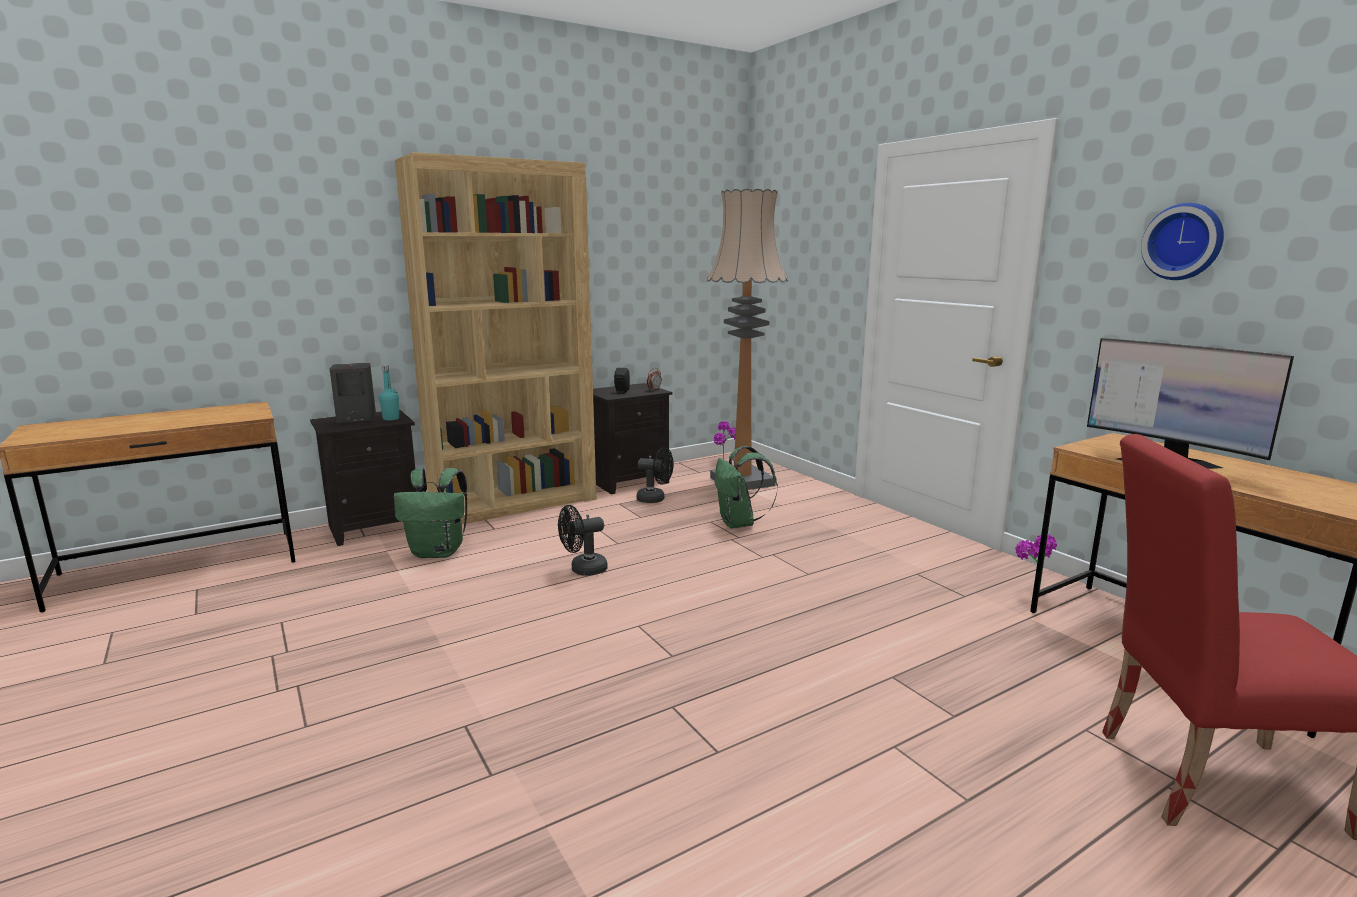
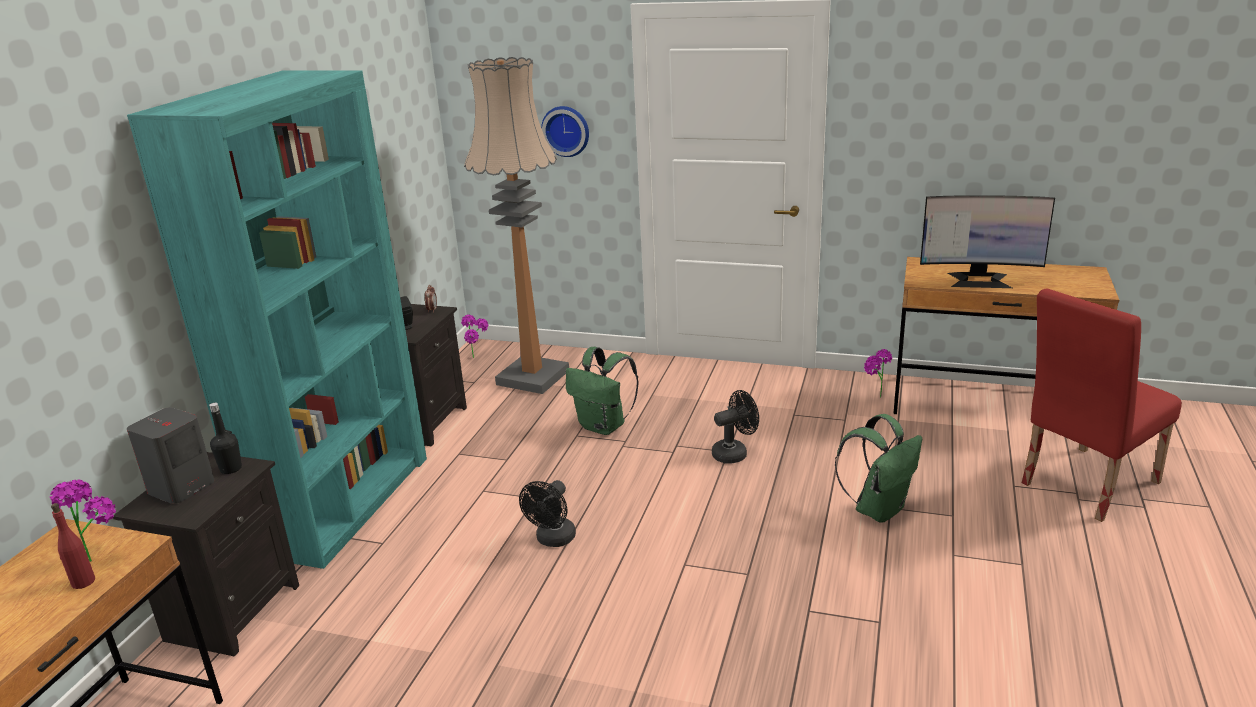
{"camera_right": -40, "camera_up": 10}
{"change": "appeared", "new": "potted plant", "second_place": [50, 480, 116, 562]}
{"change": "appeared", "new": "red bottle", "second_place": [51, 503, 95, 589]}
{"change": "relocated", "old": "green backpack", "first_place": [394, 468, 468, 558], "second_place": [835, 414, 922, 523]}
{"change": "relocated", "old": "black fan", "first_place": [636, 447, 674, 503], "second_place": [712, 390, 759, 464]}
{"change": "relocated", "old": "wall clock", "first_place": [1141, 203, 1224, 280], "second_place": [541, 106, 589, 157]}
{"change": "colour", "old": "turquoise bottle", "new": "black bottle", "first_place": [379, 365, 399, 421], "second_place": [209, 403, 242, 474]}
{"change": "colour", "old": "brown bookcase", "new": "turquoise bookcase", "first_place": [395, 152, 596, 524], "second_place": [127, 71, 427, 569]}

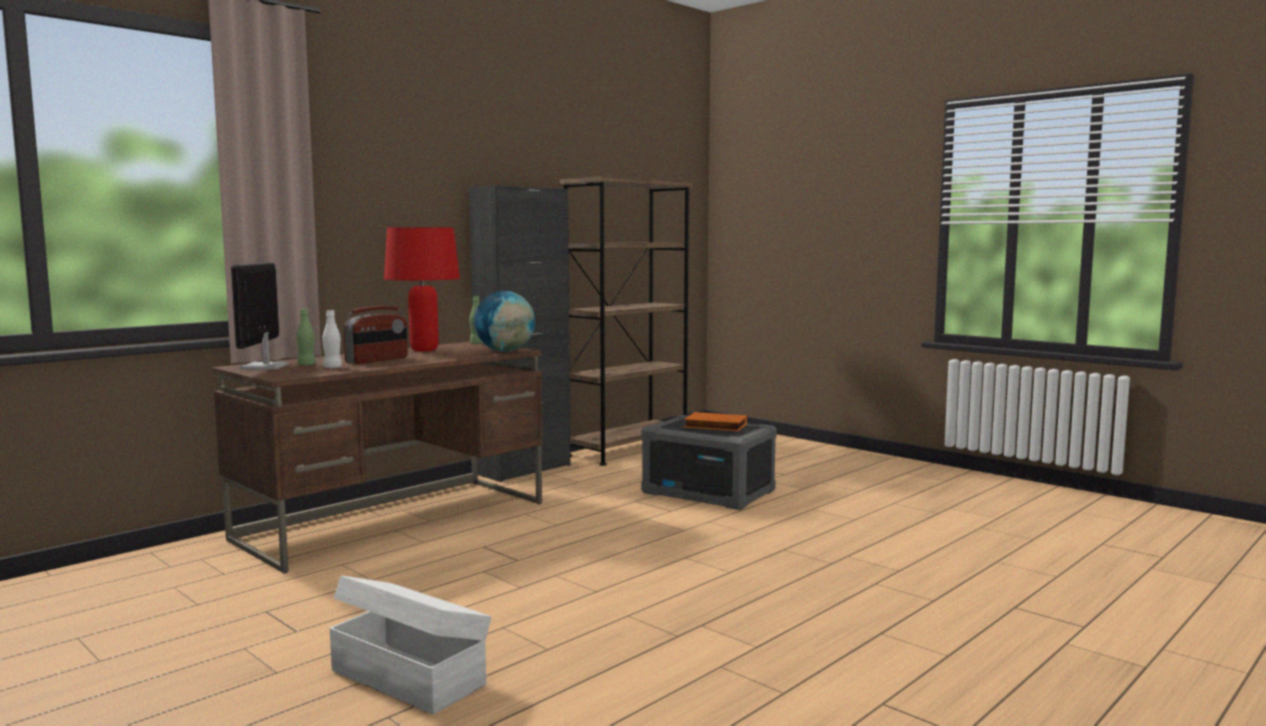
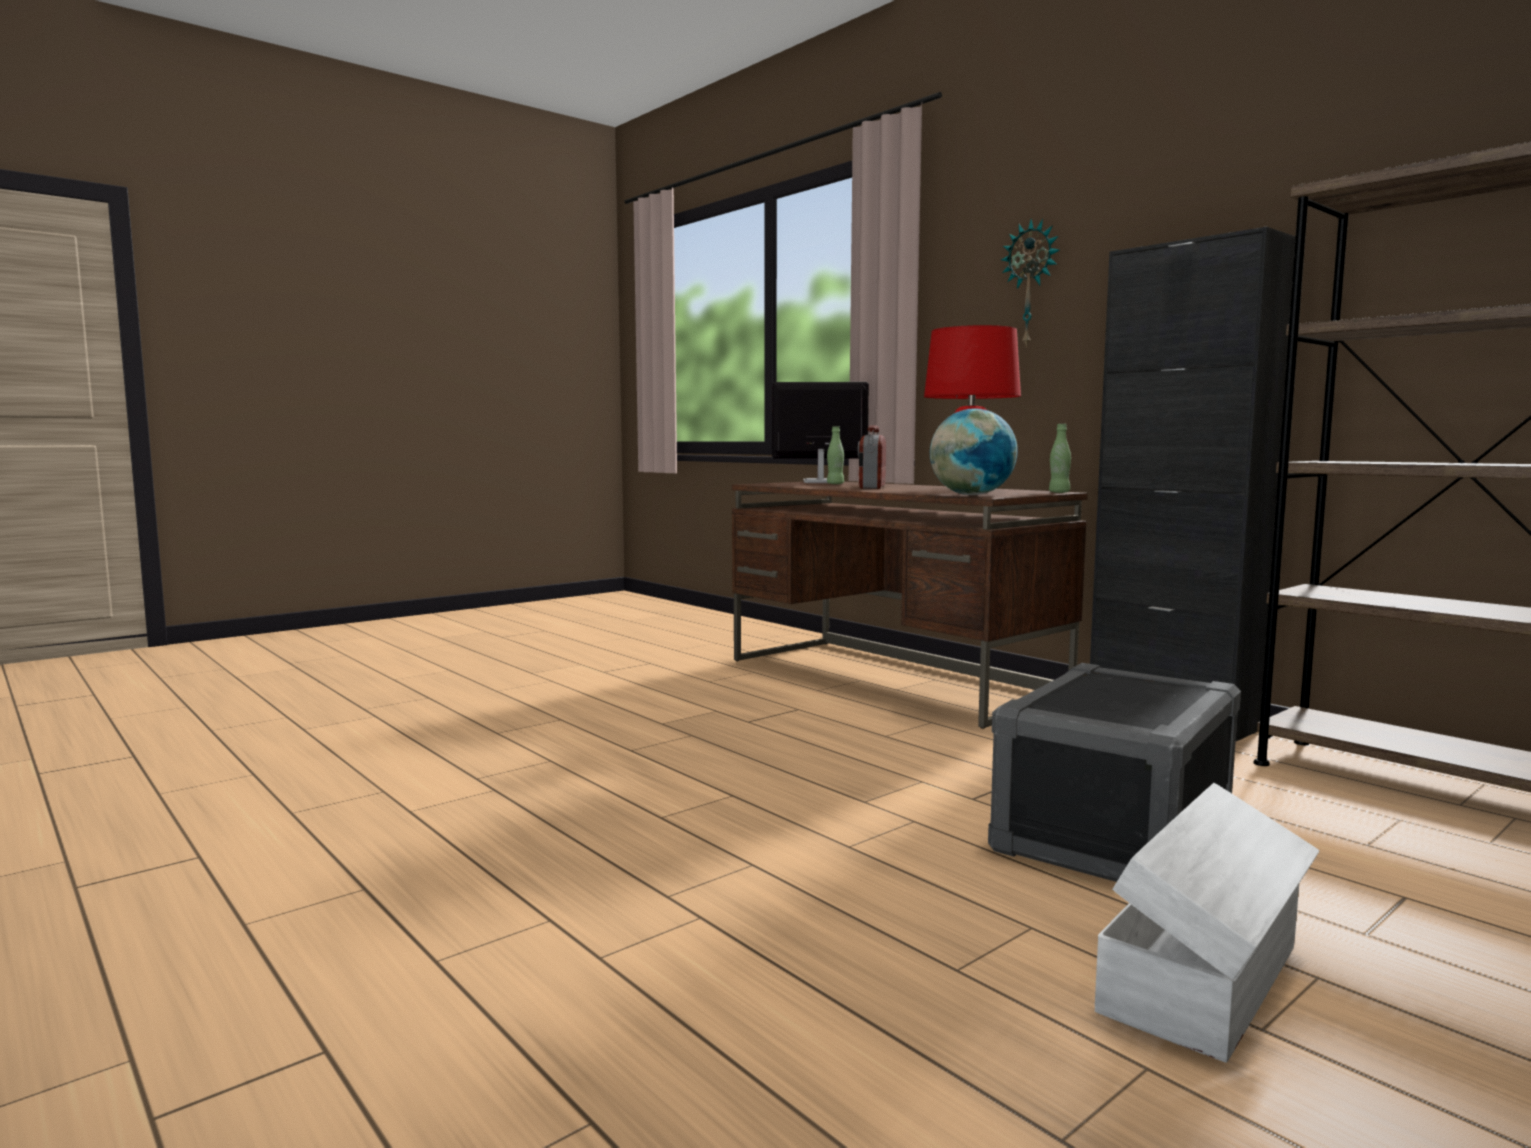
{"camera_right": 95, "camera_up": 0}
{"change": "missing", "old": "white bottle", "first_place": [323, 310, 342, 368]}
{"change": "missing", "old": "orange book", "first_place": [684, 412, 747, 431]}
{"change": "appeared", "new": "wall clock", "second_place": [1001, 219, 1060, 348]}
{"change": "relocated", "old": "white storage box", "first_place": [330, 576, 491, 714], "second_place": [1095, 783, 1320, 1063]}
{"change": "spun", "old": "radio", "first_place": [343, 306, 408, 364], "second_place": [858, 425, 886, 489], "degrees": 60}

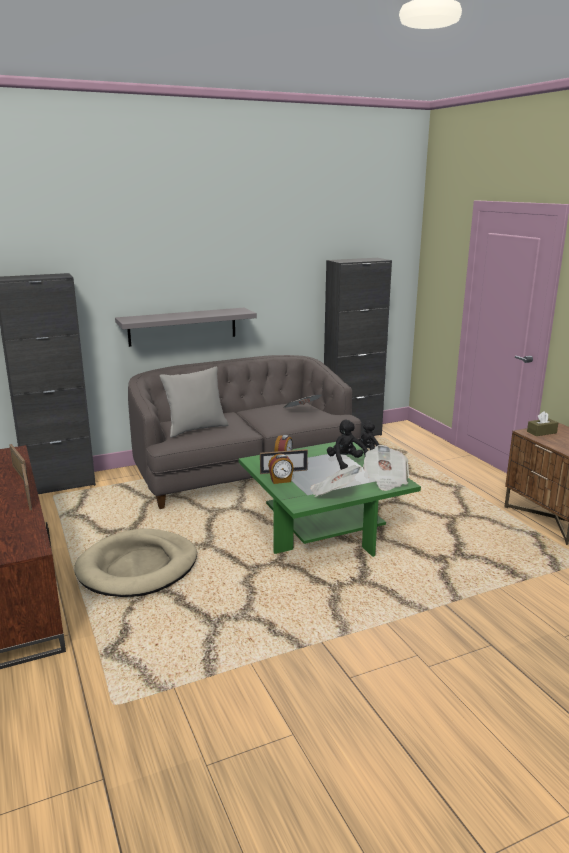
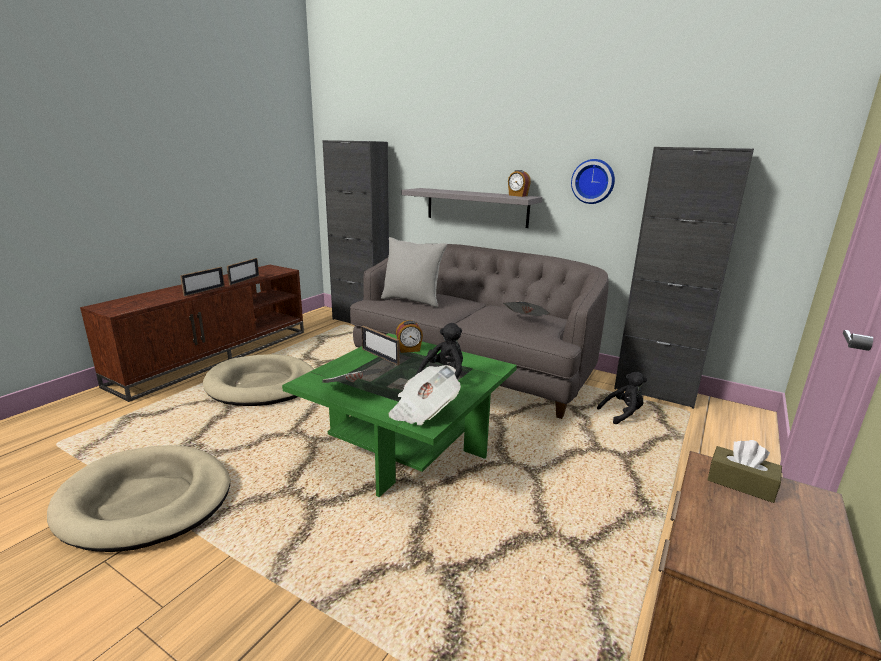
{"camera_right": 55, "camera_up": 0}
{"change": "appeared", "new": "beige dog bed", "second_place": [47, 445, 230, 552]}
{"change": "appeared", "new": "wall clock", "second_place": [571, 159, 615, 204]}
{"change": "relocated", "old": "alarm clock", "first_place": [268, 454, 294, 484], "second_place": [508, 170, 531, 197]}

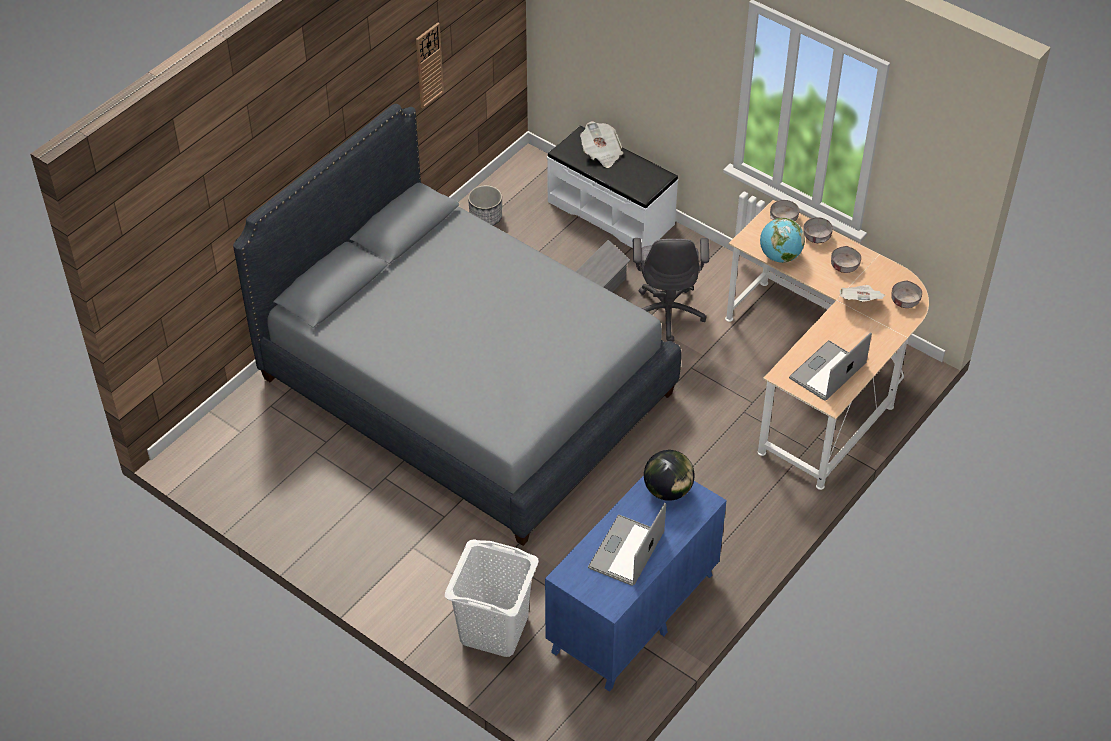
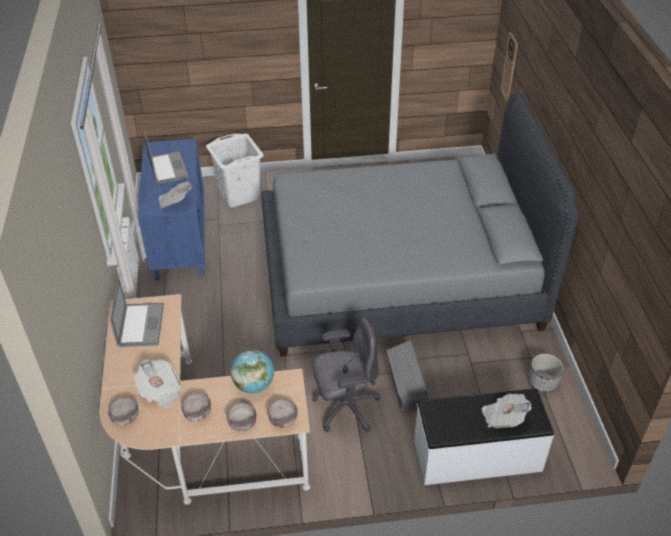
{"camera_right": 135, "camera_up": -5}
{"change": "relocated", "old": "wall clock", "first_place": [416, 23, 444, 109], "second_place": [501, 32, 518, 101]}
{"change": "exchanged", "old": "globe", "new": "newspaper", "first_place": [644, 450, 695, 501], "second_place": [159, 181, 191, 209]}
{"change": "spun", "old": "grey office chair", "first_place": [633, 238, 709, 342], "second_place": [312, 318, 380, 432], "degrees": 120}

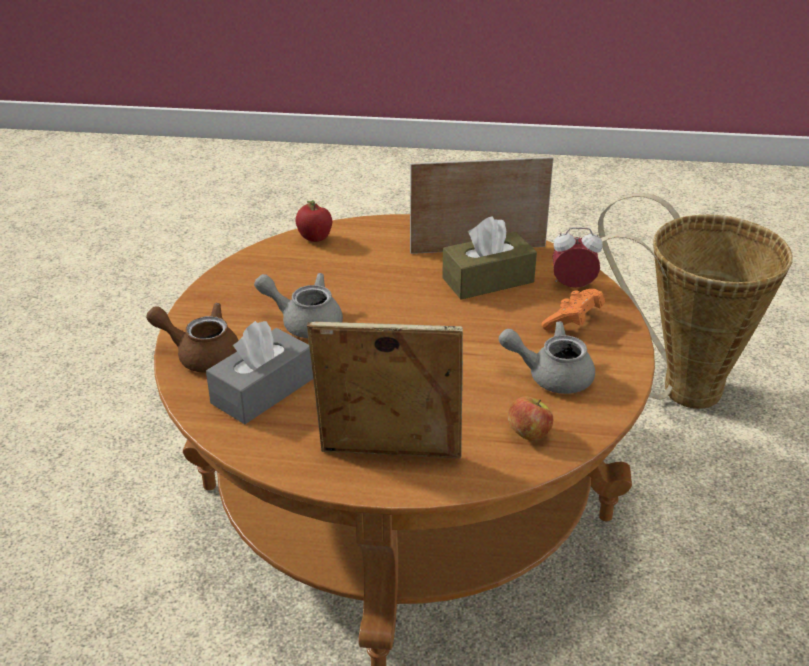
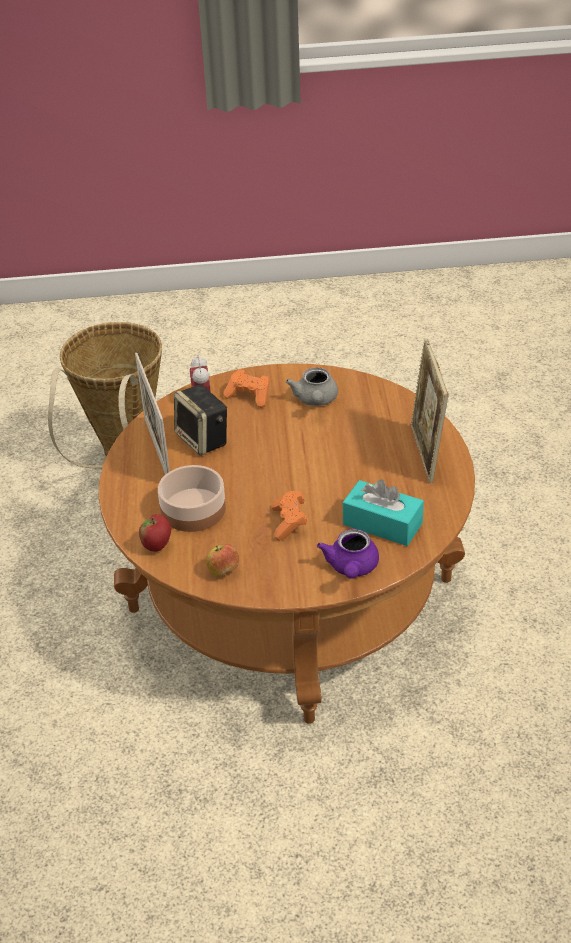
{"camera_right": -100, "camera_up": 5}
{"change": "appeared", "new": "bowl", "second_place": [158, 465, 226, 532]}
{"change": "relocated", "old": "apple", "first_place": [508, 396, 553, 441], "second_place": [206, 544, 239, 576]}
{"change": "exchanged", "old": "grey teapot", "new": "orange game controller", "first_place": [254, 273, 343, 338], "second_place": [271, 491, 307, 540]}
{"change": "exchanged", "old": "brown tissue box", "new": "speaker", "first_place": [442, 216, 537, 300], "second_place": [174, 384, 227, 456]}
{"change": "colour", "old": "brown teapot", "new": "purple teapot", "first_place": [146, 303, 239, 373], "second_place": [317, 529, 379, 579]}
{"change": "colour", "old": "grey tissue box", "new": "turquoise tissue box", "first_place": [206, 321, 313, 424], "second_place": [343, 479, 424, 546]}

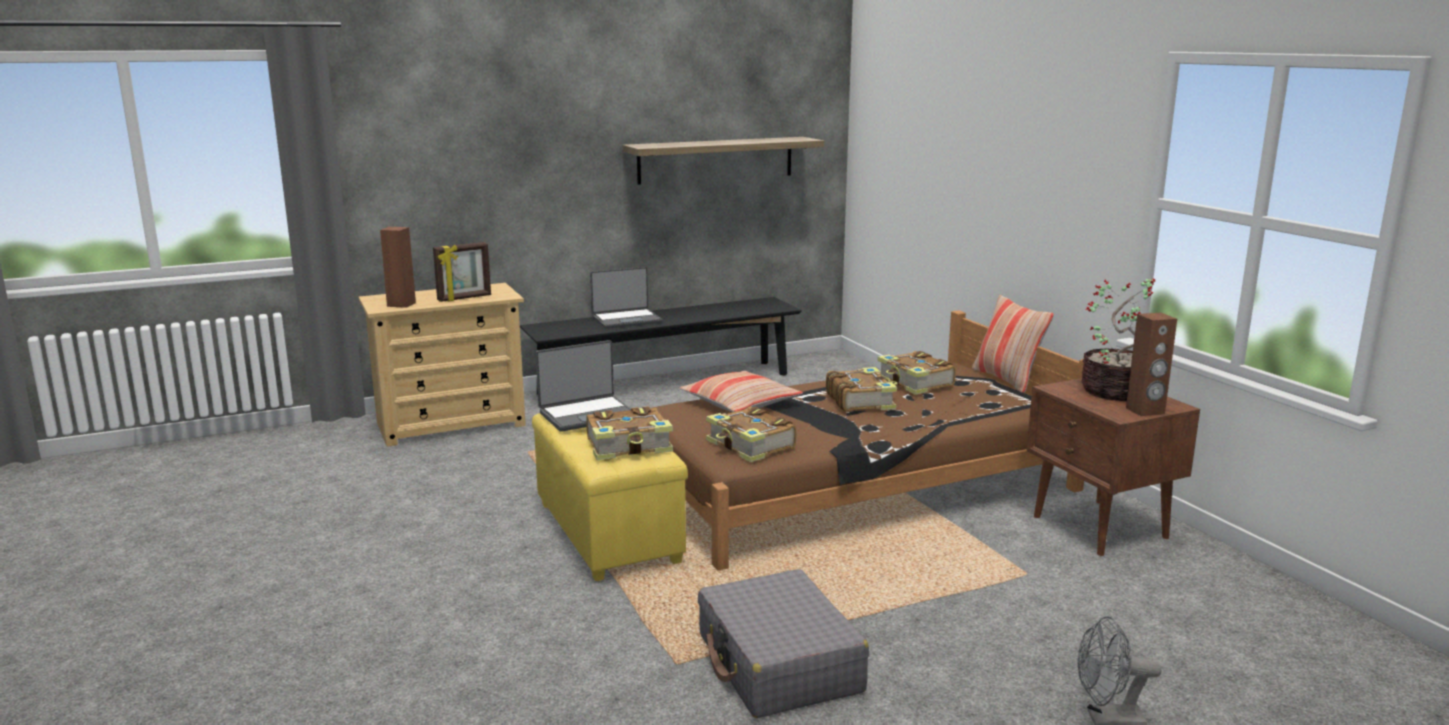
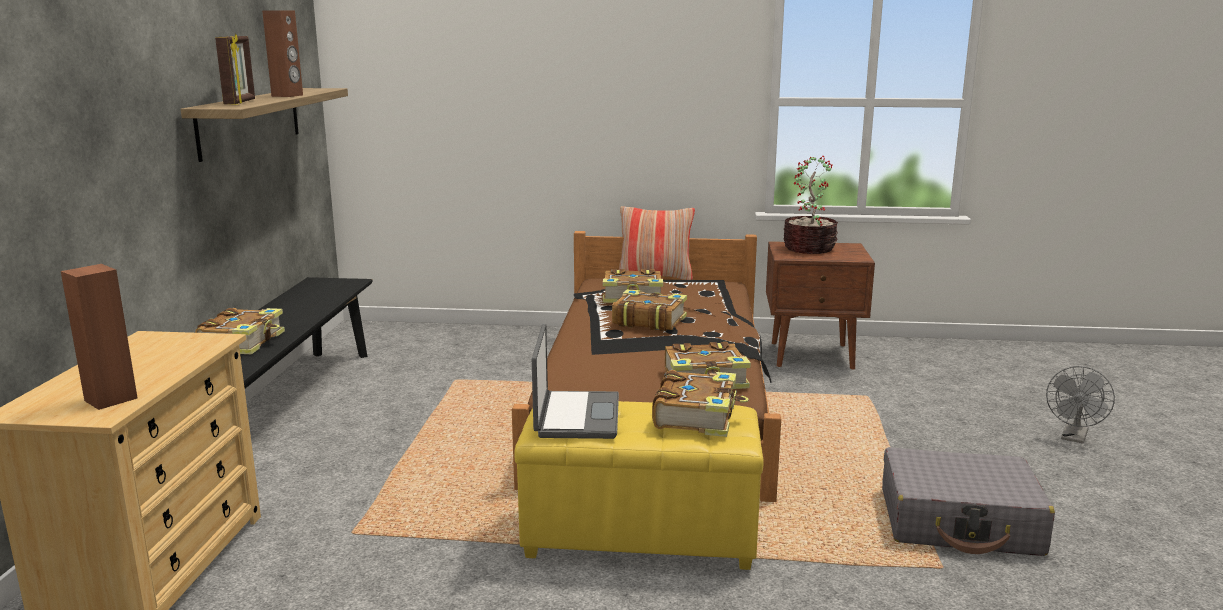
{"camera_right": -60, "camera_up": 0}
{"change": "missing", "old": "pillow", "first_place": [679, 371, 803, 412]}
{"change": "relocated", "old": "picture frame", "first_place": [433, 242, 491, 302], "second_place": [215, 34, 255, 105]}
{"change": "relocated", "old": "brown speaker", "first_place": [1126, 313, 1177, 416], "second_place": [262, 10, 303, 97]}
{"change": "exchanged", "old": "laptop", "new": "book", "first_place": [590, 267, 662, 329], "second_place": [195, 308, 285, 354]}

